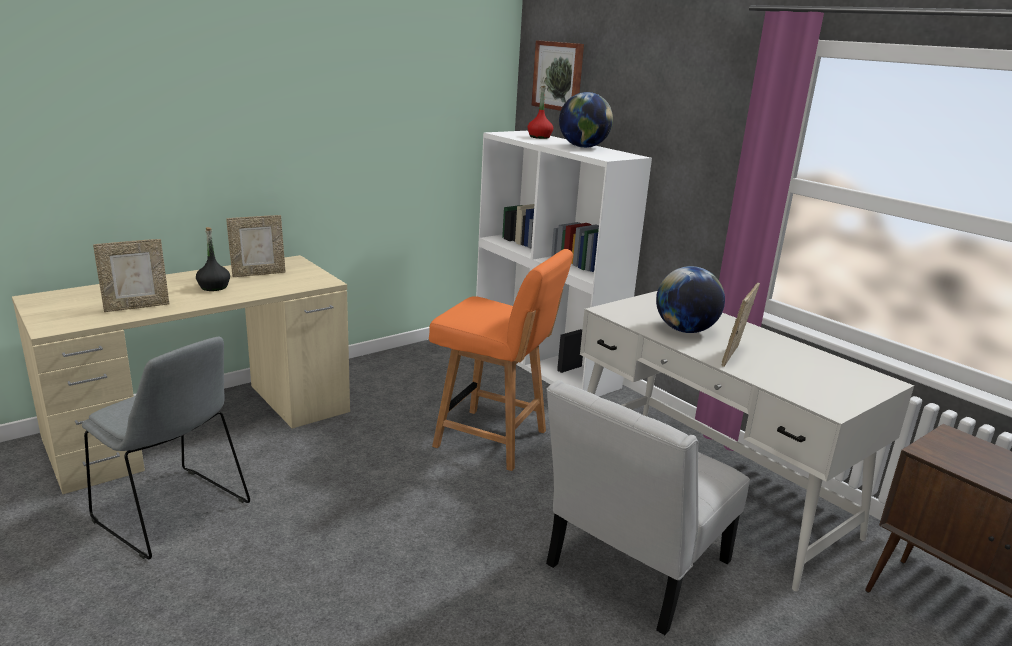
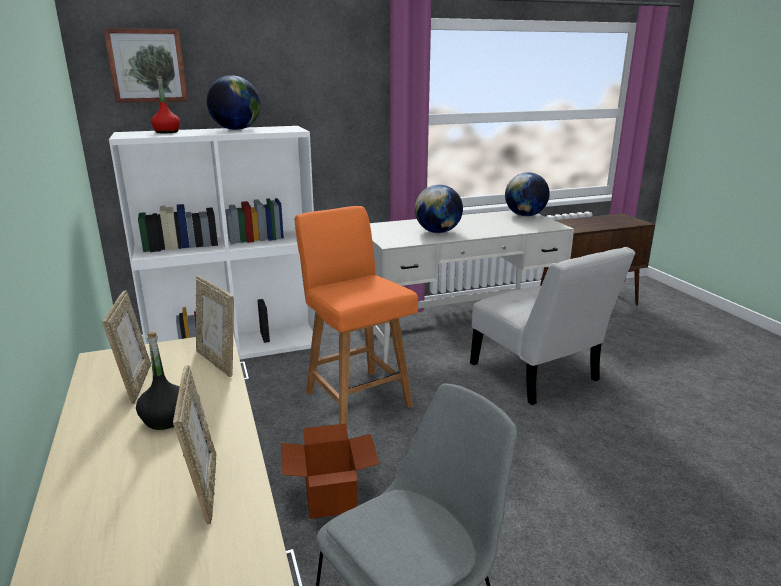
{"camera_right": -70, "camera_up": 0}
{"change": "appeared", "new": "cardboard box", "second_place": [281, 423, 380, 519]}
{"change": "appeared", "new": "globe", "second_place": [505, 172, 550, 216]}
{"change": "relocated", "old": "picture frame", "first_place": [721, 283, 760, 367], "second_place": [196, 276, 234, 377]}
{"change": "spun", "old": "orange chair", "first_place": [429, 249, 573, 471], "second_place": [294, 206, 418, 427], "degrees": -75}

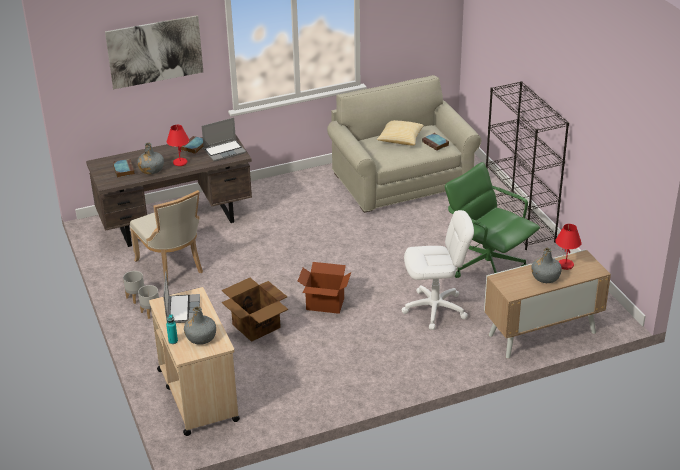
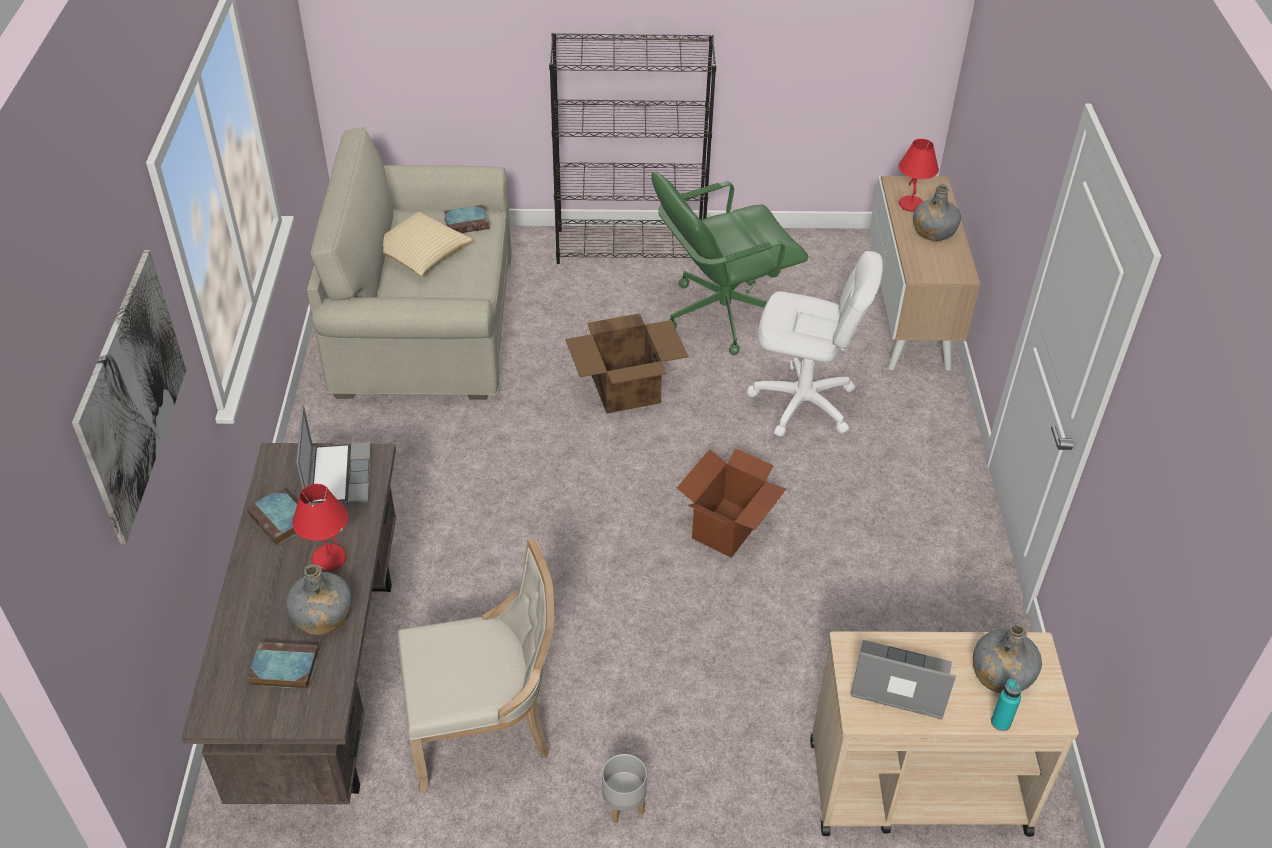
{"camera_right": -70, "camera_up": 10}
{"change": "missing", "old": "grey planter", "first_place": [123, 271, 144, 304]}
{"change": "relocated", "old": "cardboard box", "first_place": [222, 278, 288, 342], "second_place": [566, 313, 689, 413]}
{"change": "spun", "old": "white office chair", "first_place": [402, 210, 474, 330], "second_place": [747, 251, 883, 437], "degrees": 90}

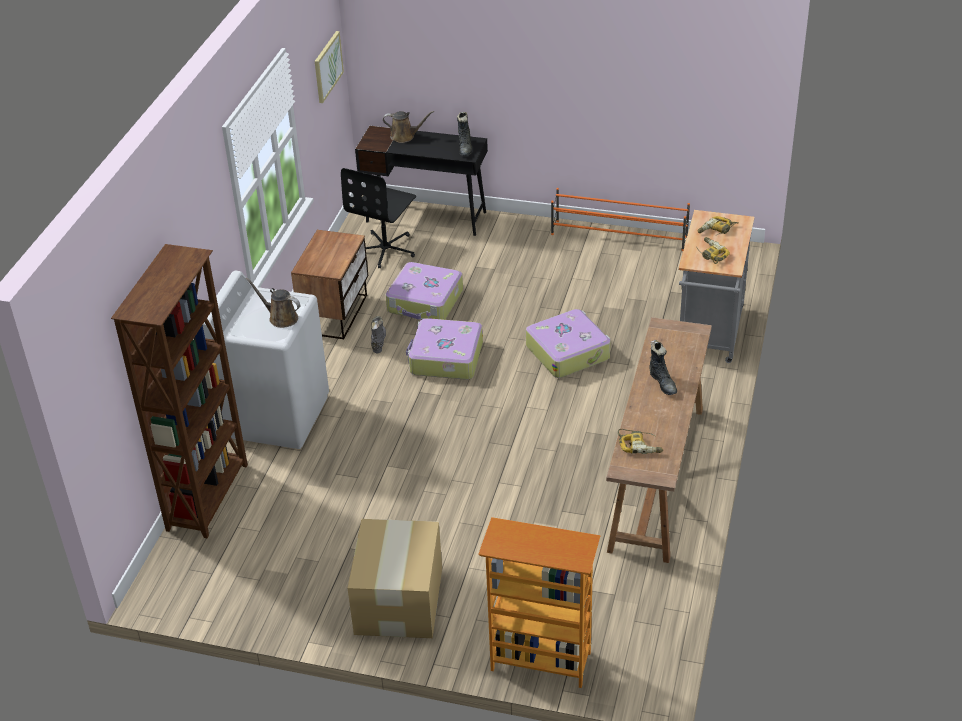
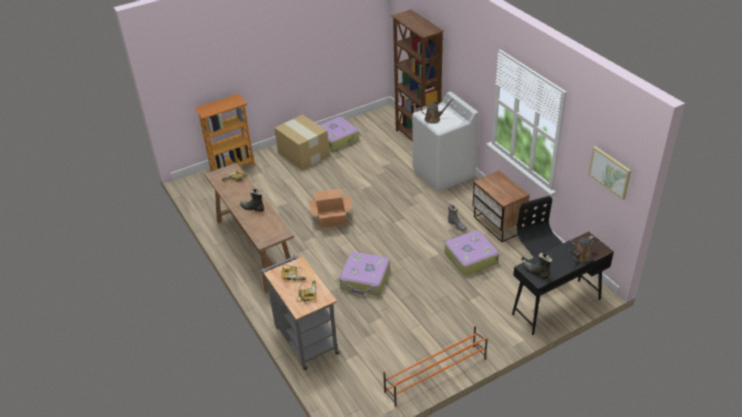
{"camera_right": 135, "camera_up": 0}
{"change": "appeared", "new": "cardboard box", "second_place": [308, 189, 352, 228]}
{"change": "relocated", "old": "suitcase", "first_place": [406, 318, 483, 380], "second_place": [319, 117, 359, 151]}

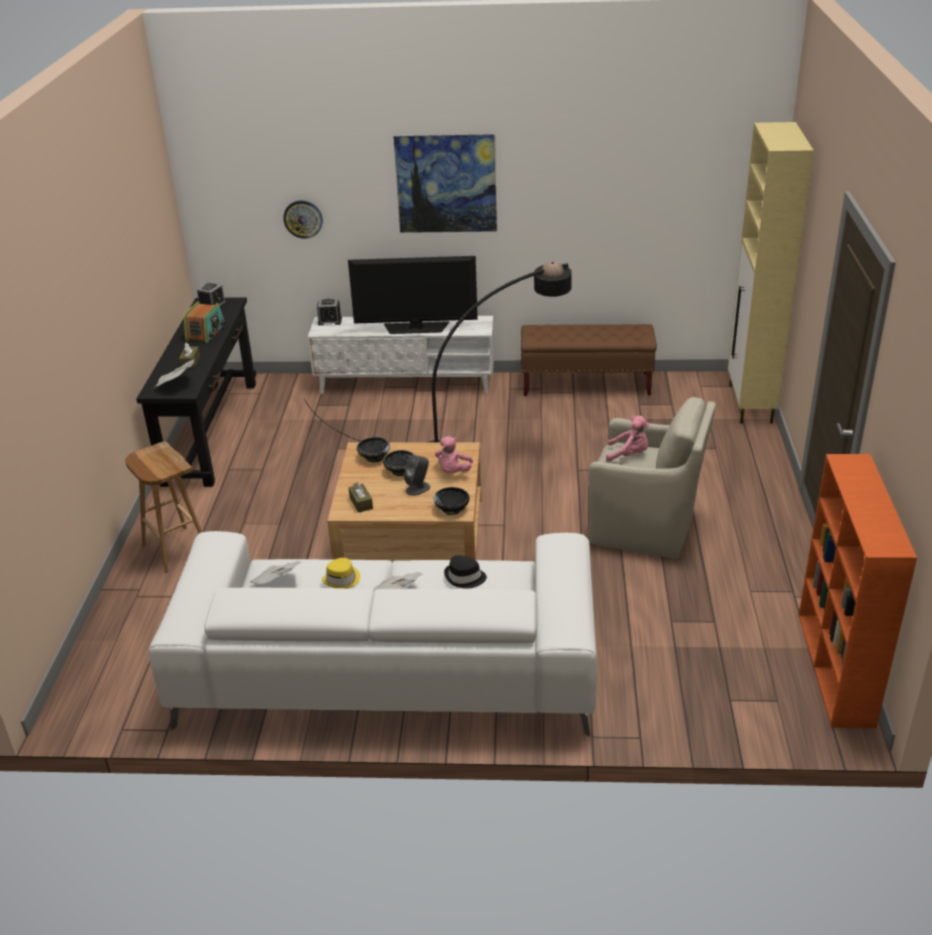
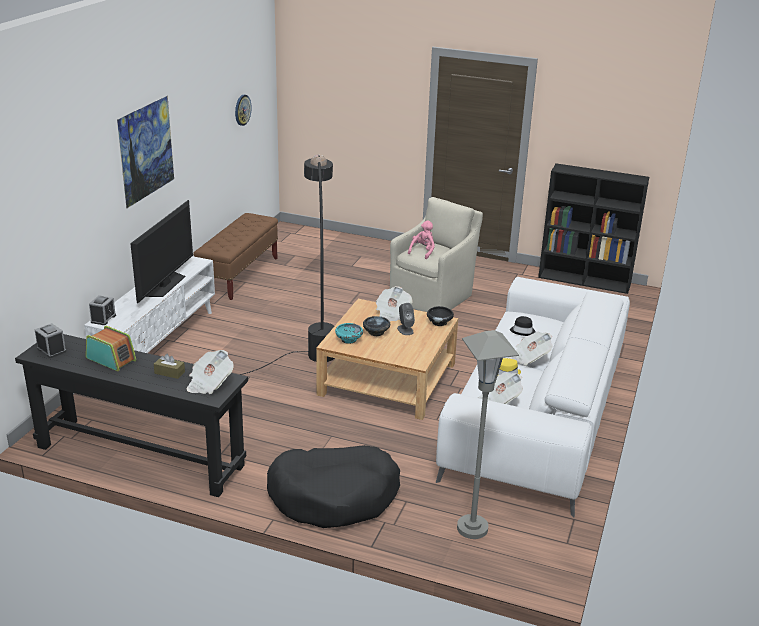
{"camera_right": -75, "camera_up": -5}
{"change": "missing", "old": "brown tissue box", "first_place": [349, 482, 373, 513]}
{"change": "missing", "old": "beige cabinet", "first_place": [728, 122, 814, 424]}
{"change": "appeared", "new": "grey floor lamp", "second_place": [457, 330, 519, 539]}
{"change": "relocated", "old": "wall clock", "first_place": [283, 200, 323, 239], "second_place": [235, 95, 251, 126]}
{"change": "exchanged", "old": "brown stool", "new": "black dog bed", "first_place": [125, 441, 202, 573], "second_place": [267, 445, 400, 528]}
{"change": "exchanged", "old": "pink plush toy", "new": "newspaper", "first_place": [435, 436, 473, 474], "second_place": [376, 286, 412, 321]}
{"change": "colour", "old": "black bowl", "new": "turquoise bowl", "first_place": [357, 437, 390, 462], "second_place": [335, 323, 363, 344]}
{"change": "colour", "old": "orange bookcase", "new": "black bookcase", "first_place": [799, 454, 917, 728], "second_place": [538, 163, 649, 294]}

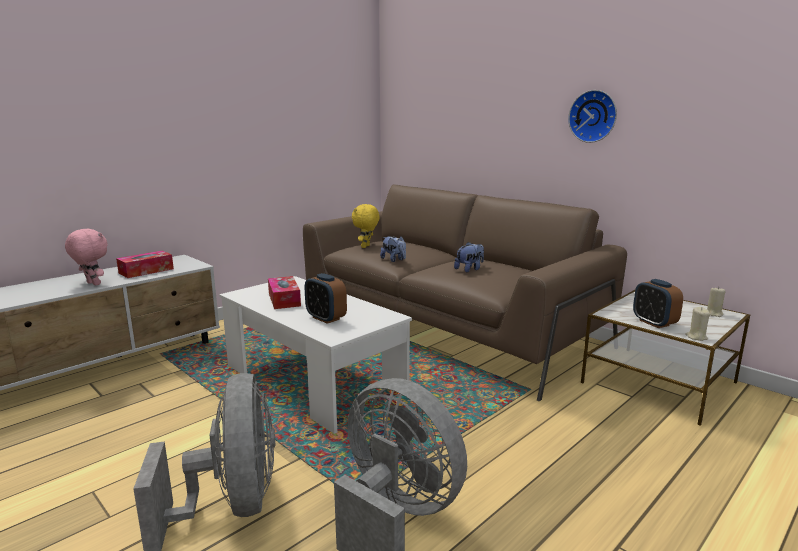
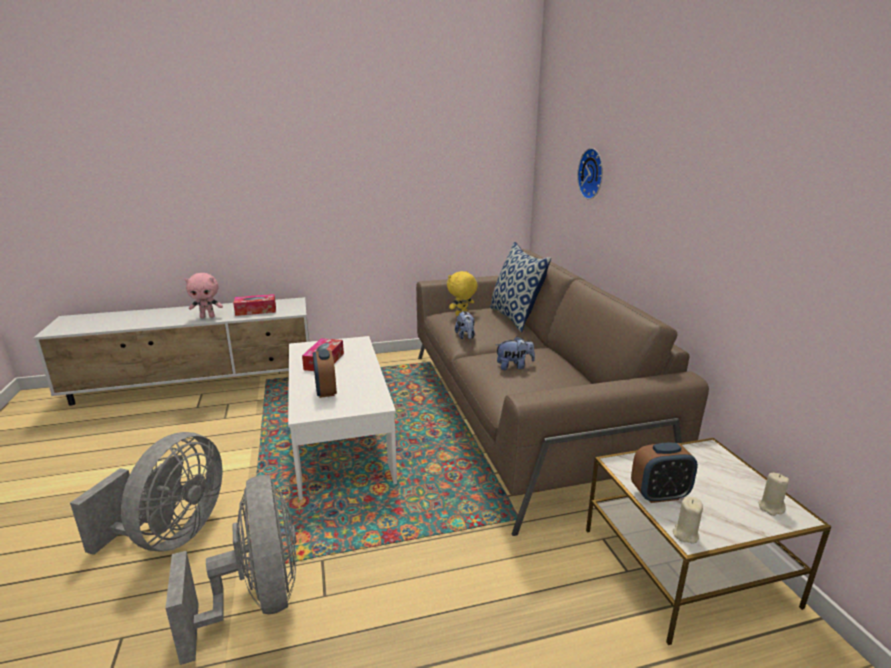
{"camera_right": 30, "camera_up": 5}
{"change": "appeared", "new": "pillow", "second_place": [490, 242, 551, 332]}
{"change": "relocated", "old": "wall clock", "first_place": [568, 90, 617, 143], "second_place": [577, 148, 603, 199]}
{"change": "spun", "old": "pink plush toy", "first_place": [65, 229, 108, 286], "second_place": [185, 273, 223, 318], "degrees": 105}
{"change": "spun", "old": "alarm clock", "first_place": [633, 279, 683, 328], "second_place": [631, 443, 698, 503], "degrees": -105}

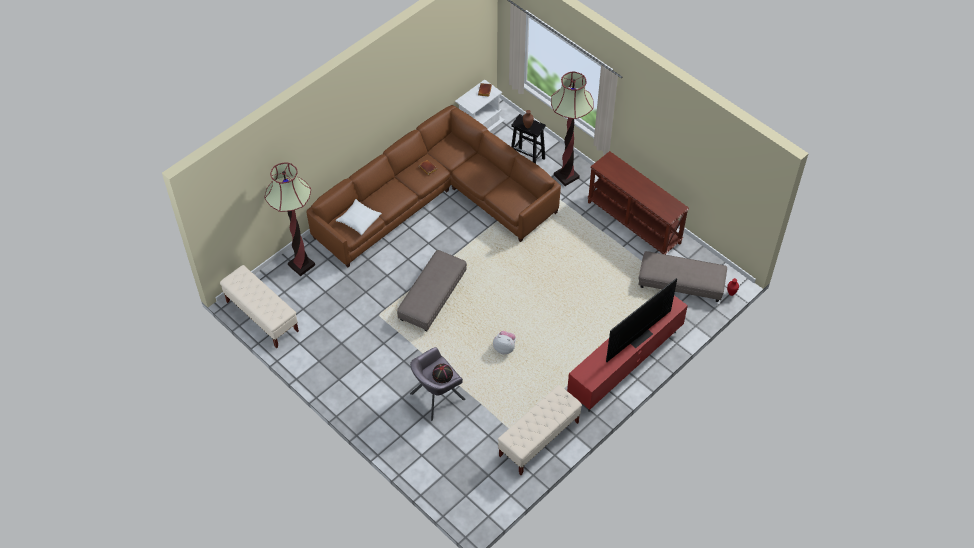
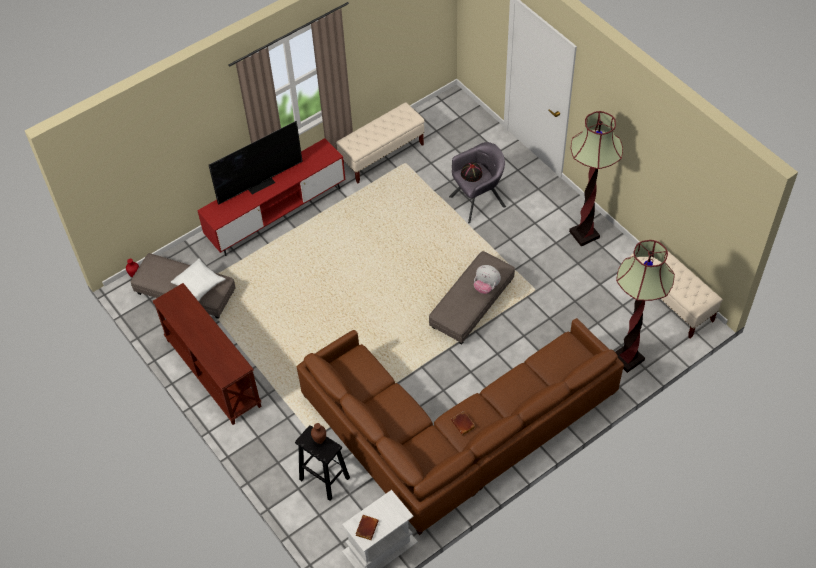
{"camera_right": -170, "camera_up": 0}
{"change": "relocated", "old": "white pillow", "first_place": [336, 199, 382, 235], "second_place": [171, 258, 225, 302]}
{"change": "relocated", "old": "plush toy", "first_place": [493, 331, 516, 354], "second_place": [474, 265, 501, 294]}
{"change": "relocated", "old": "floor lamp", "first_place": [551, 72, 594, 186], "second_place": [569, 111, 623, 246]}

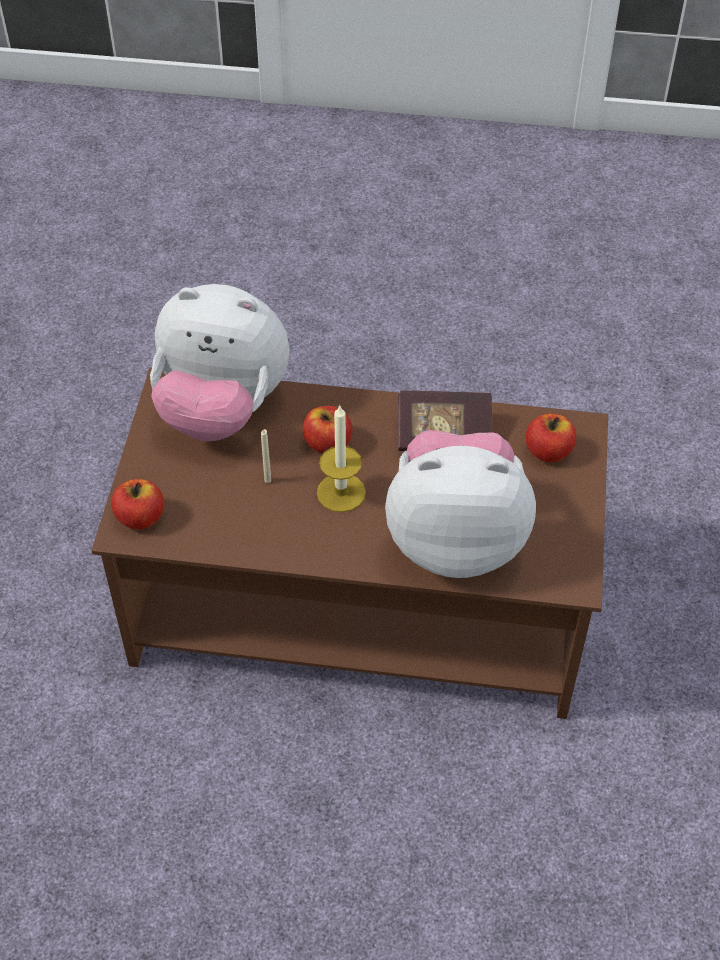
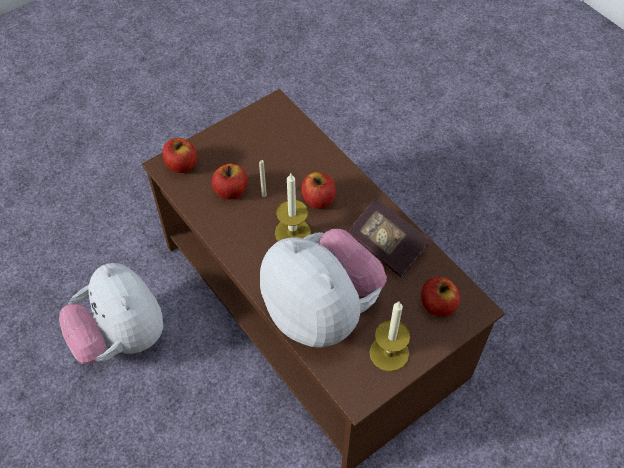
{"camera_right": 45, "camera_up": 5}
{"change": "appeared", "new": "apple", "second_place": [212, 163, 248, 200]}
{"change": "appeared", "new": "candle", "second_place": [369, 302, 410, 372]}
{"change": "relocated", "old": "plush toy", "first_place": [150, 284, 290, 441], "second_place": [59, 263, 163, 365]}

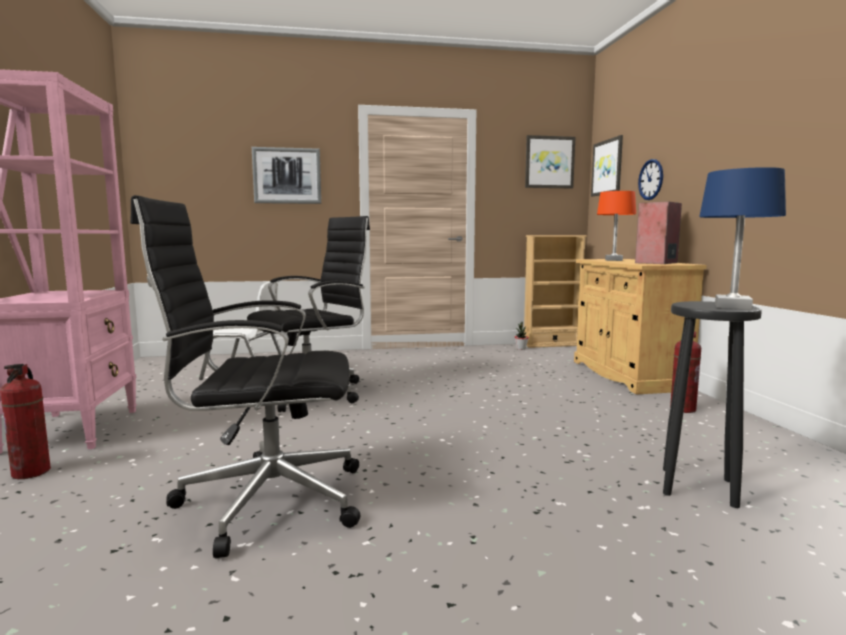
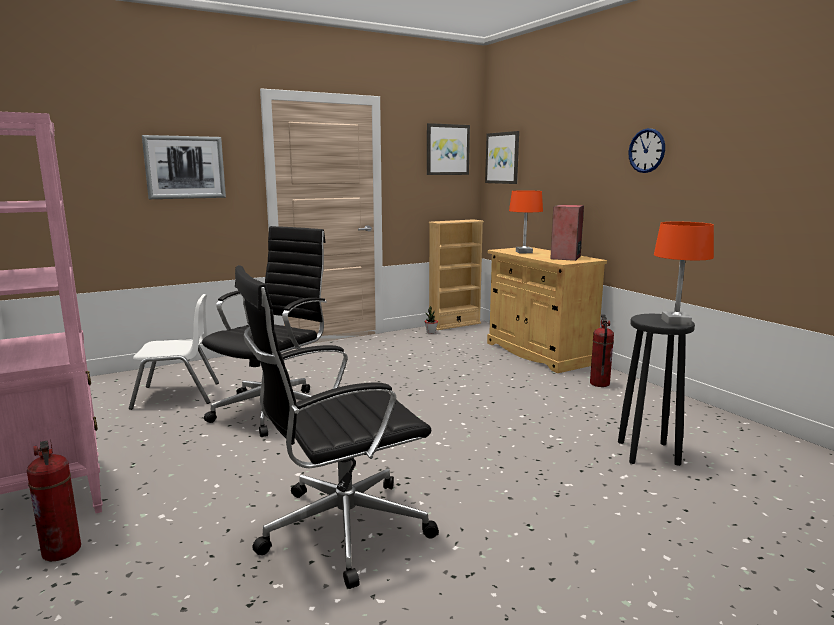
{"camera_right": -20, "camera_up": 5}
{"change": "relocated", "old": "wall clock", "first_place": [638, 159, 663, 200], "second_place": [628, 128, 665, 173]}
{"change": "colour", "old": "blue table lamp", "new": "orange table lamp", "first_place": [699, 167, 786, 310], "second_place": [654, 222, 714, 325]}

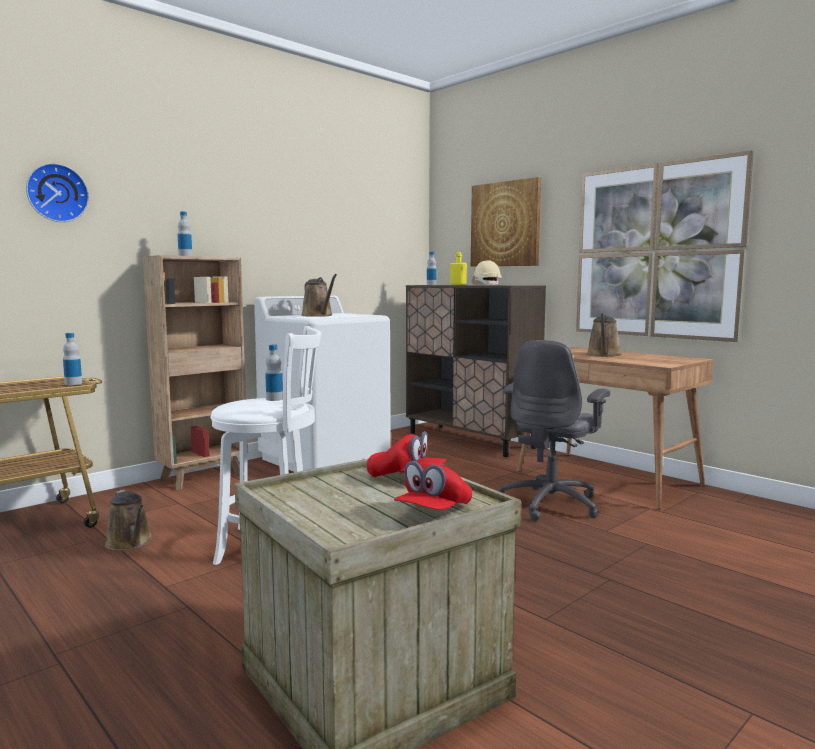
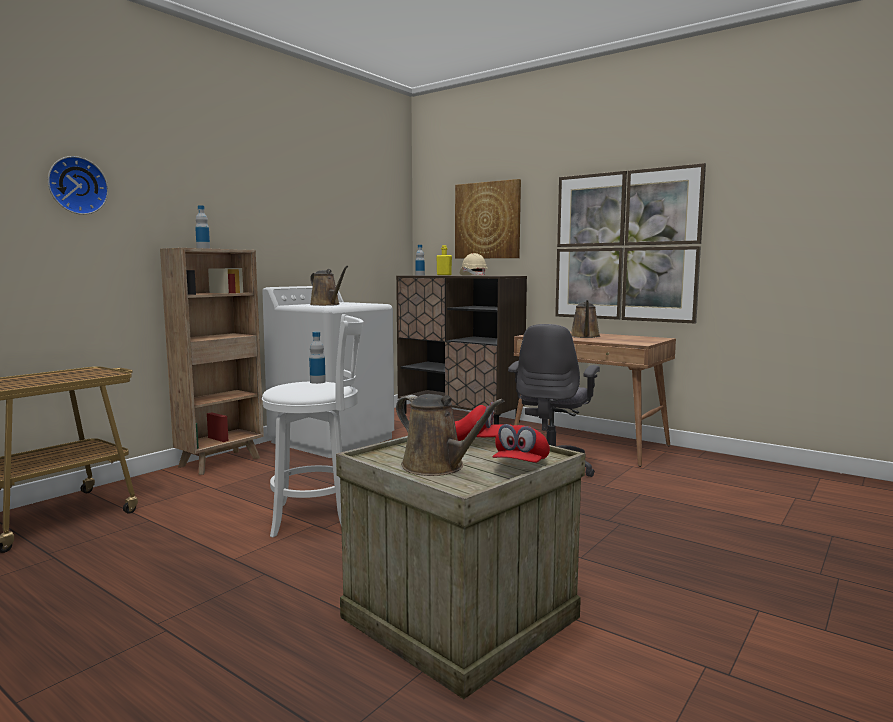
{"camera_right": -10, "camera_up": 0}
{"change": "missing", "old": "bottle", "first_place": [63, 333, 82, 385]}
{"change": "relocated", "old": "brown watering can", "first_place": [105, 490, 153, 551], "second_place": [396, 394, 504, 476]}

